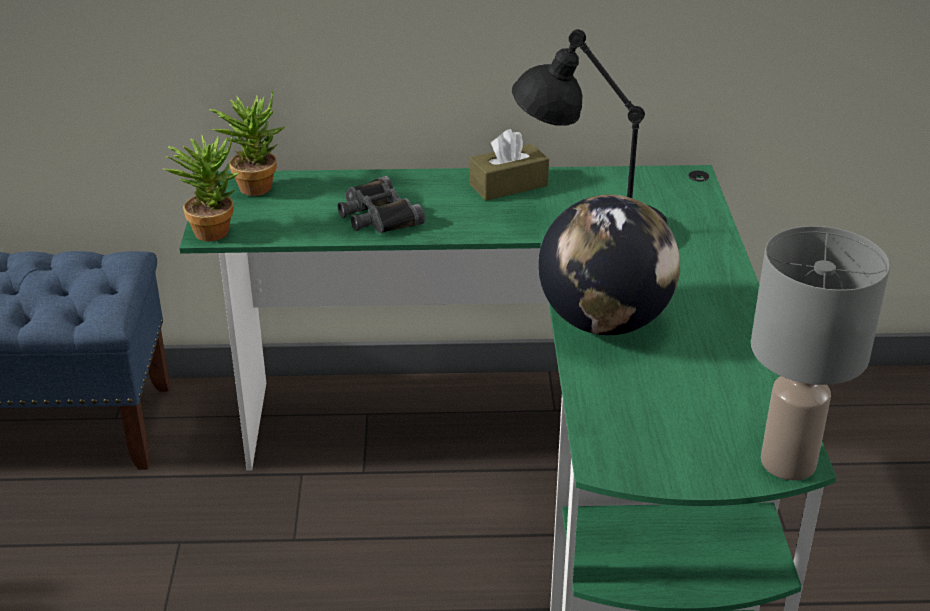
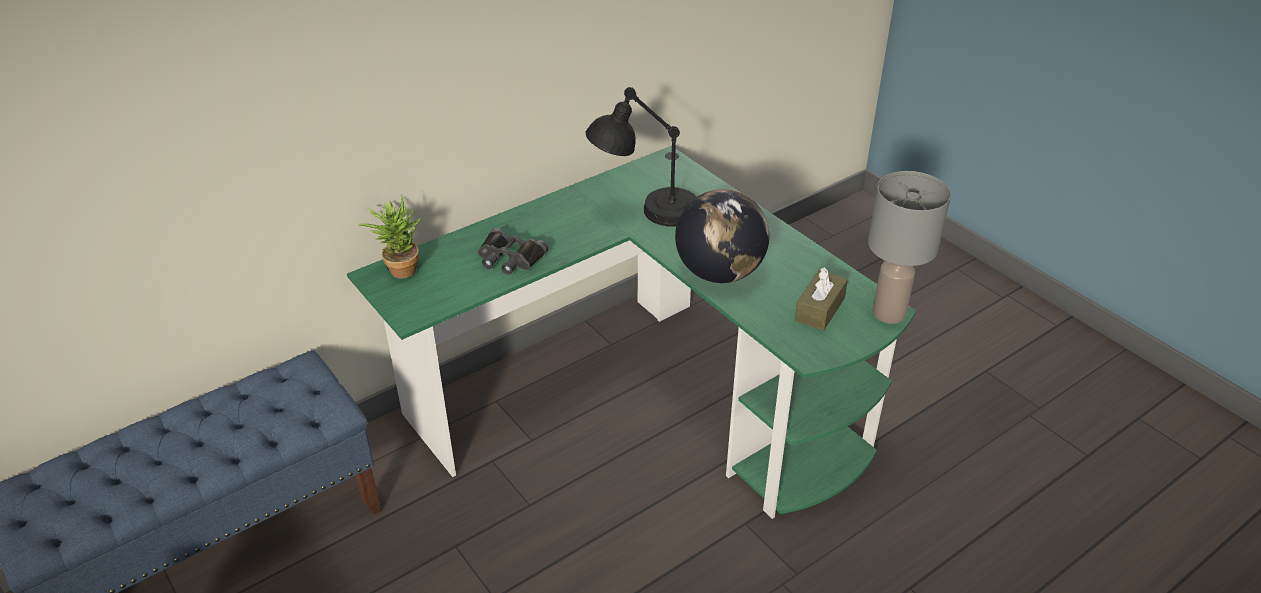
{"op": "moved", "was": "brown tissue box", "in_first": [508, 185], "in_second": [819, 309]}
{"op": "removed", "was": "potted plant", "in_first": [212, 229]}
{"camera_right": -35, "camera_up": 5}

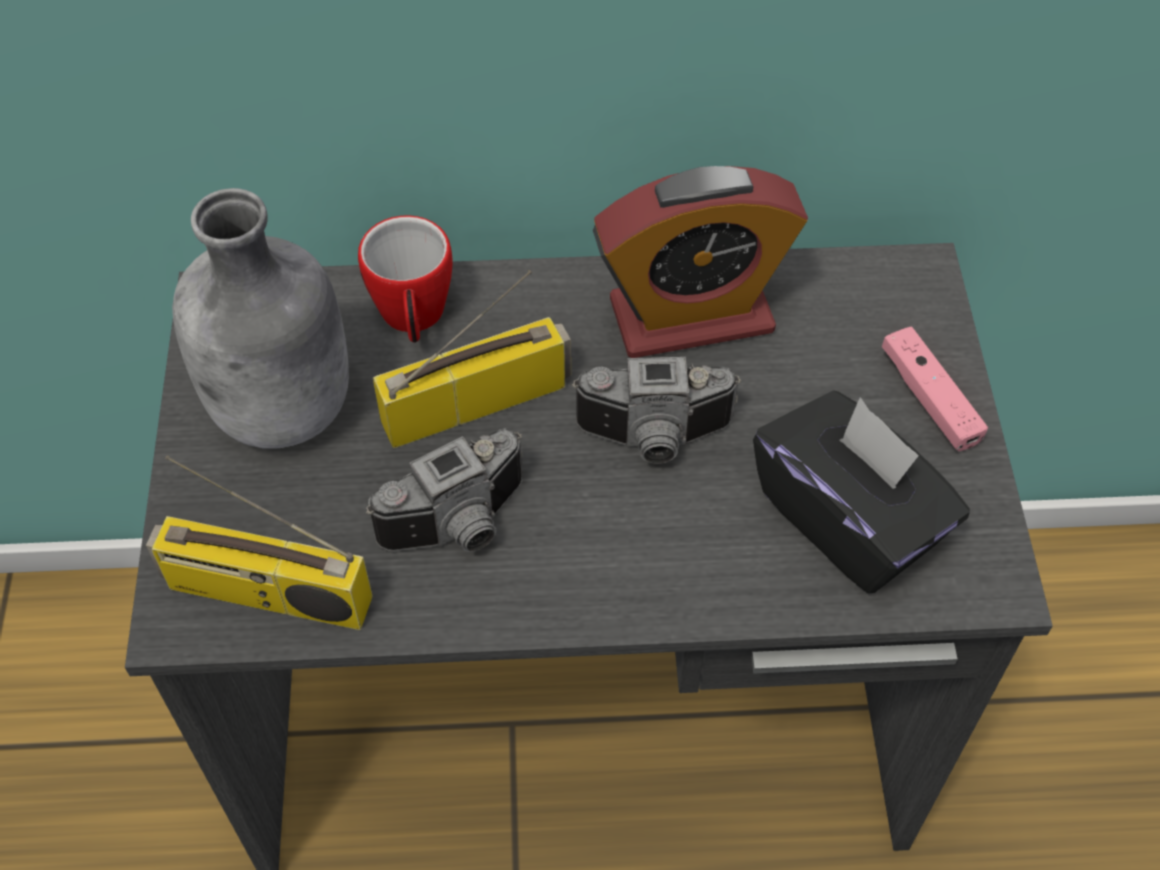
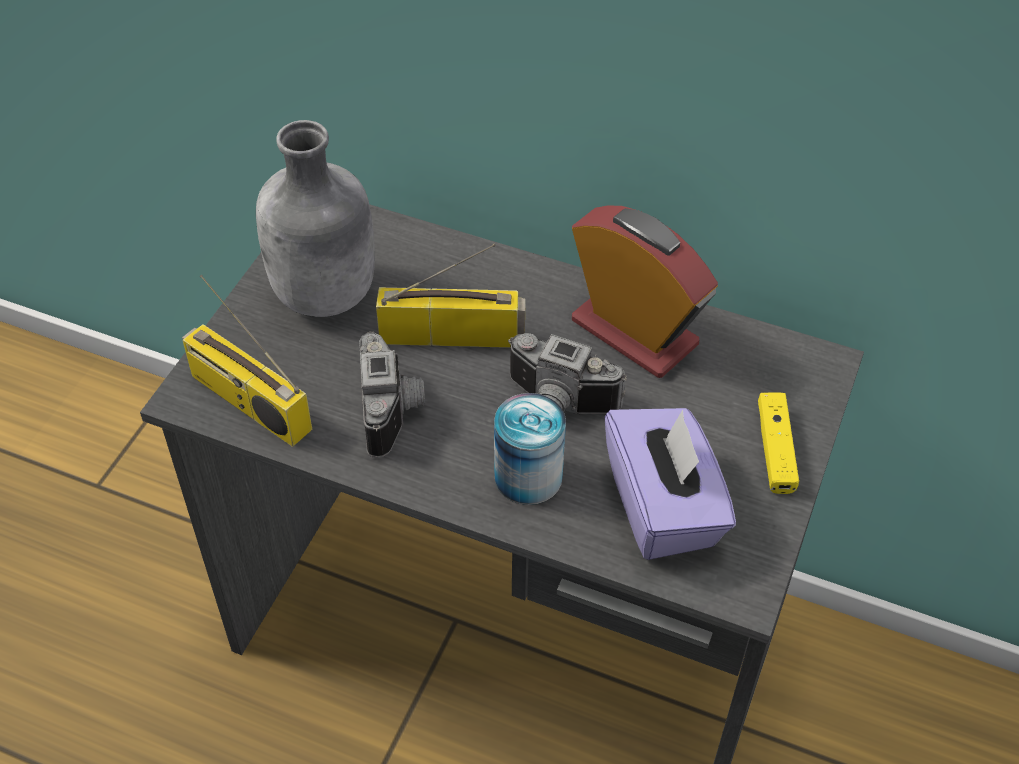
{"op": "turned", "was": "alarm clock", "in_first": [691, 316], "in_second": [634, 333], "clockwise": -150}
{"op": "removed", "was": "mug", "in_first": [413, 320]}
{"op": "recoloured", "was": "pink game controller", "now": "yellow game controller", "in_first": [929, 398], "in_second": [775, 450]}
{"op": "recoloured", "was": "black tissue box", "now": "purple tissue box", "in_first": [849, 519], "in_second": [663, 507]}
{"op": "turned", "was": "photo camera", "in_first": [462, 527], "in_second": [395, 410], "clockwise": -90}
{"op": "added", "now": "can", "in_second": [528, 476]}
{"camera_right": 25, "camera_up": -5}

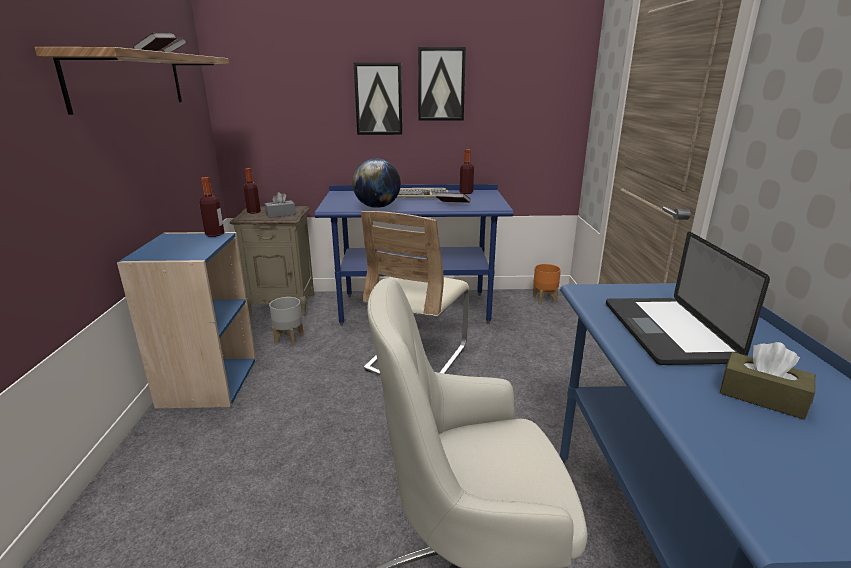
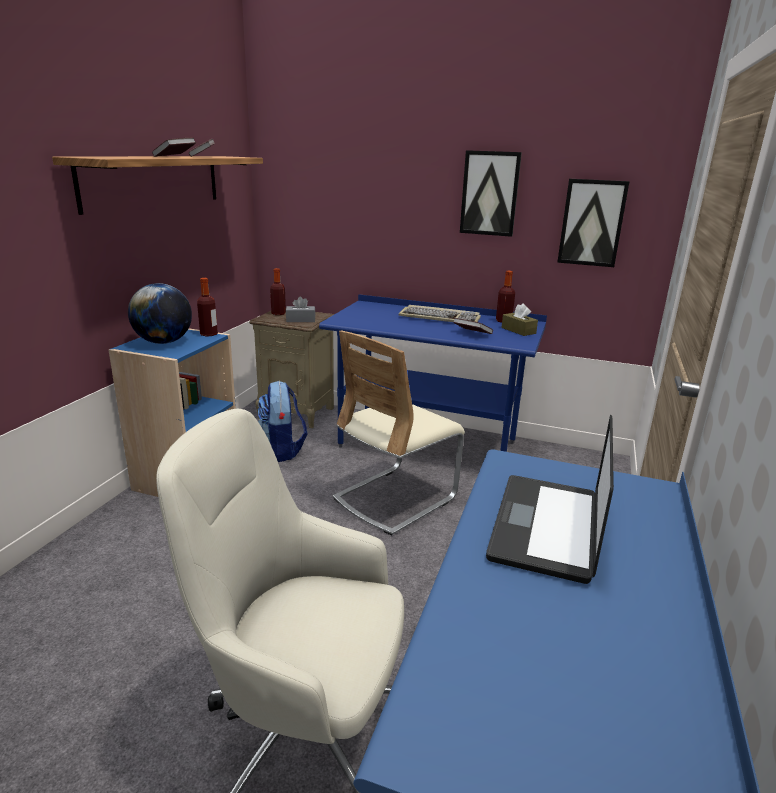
{"op": "moved", "was": "picture", "in_first": [378, 99], "in_second": [592, 223]}
{"op": "moved", "was": "globe", "in_first": [377, 207], "in_second": [164, 342]}
{"op": "removed", "was": "orange planter", "in_first": [544, 299]}
{"op": "replaced", "was": "grey planter", "now": "backpack", "in_first": [289, 339], "in_second": [282, 450]}
{"op": "moved", "was": "brown tissue box", "in_first": [762, 397], "in_second": [518, 330]}
{"camera_right": 20, "camera_up": 0}

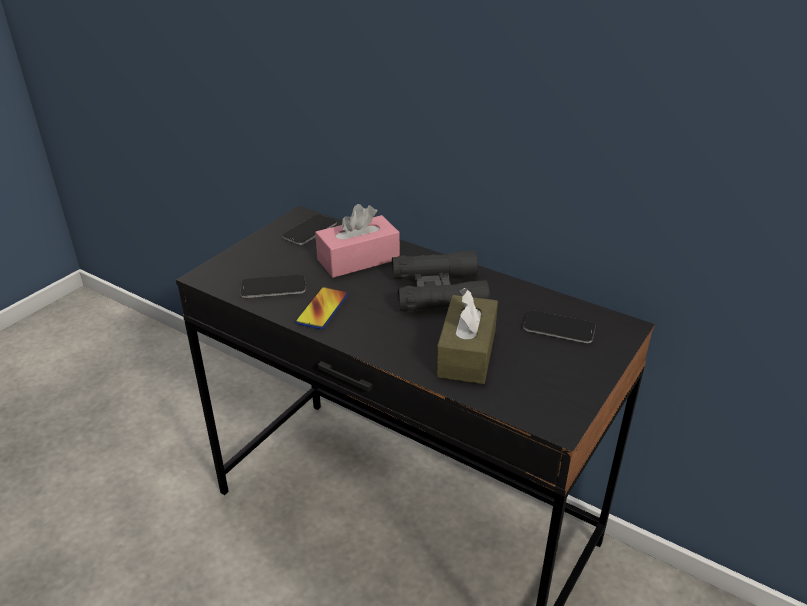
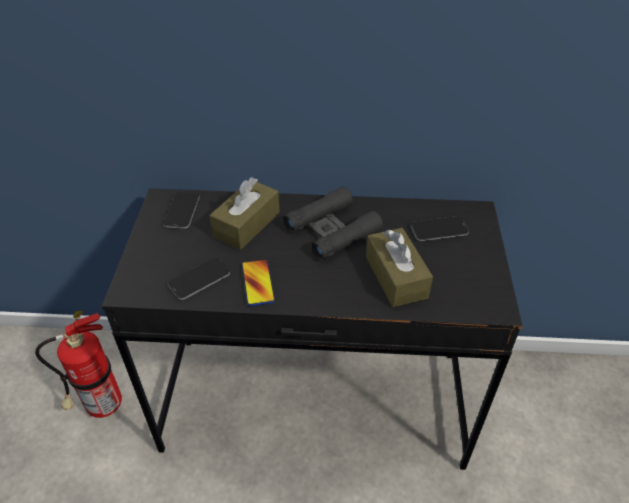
{"op": "recoloured", "was": "pink tissue box", "now": "brown tissue box", "in_first": [358, 259], "in_second": [246, 224]}
{"op": "added", "now": "fire extinguisher", "in_second": [100, 407]}
{"camera_right": -30, "camera_up": 10}

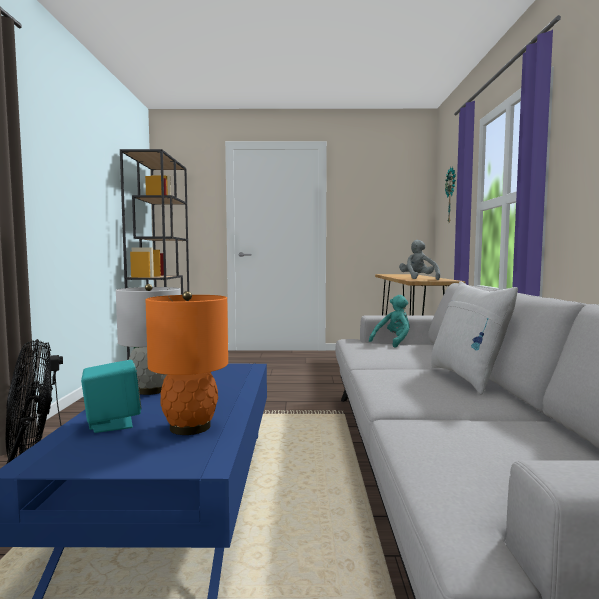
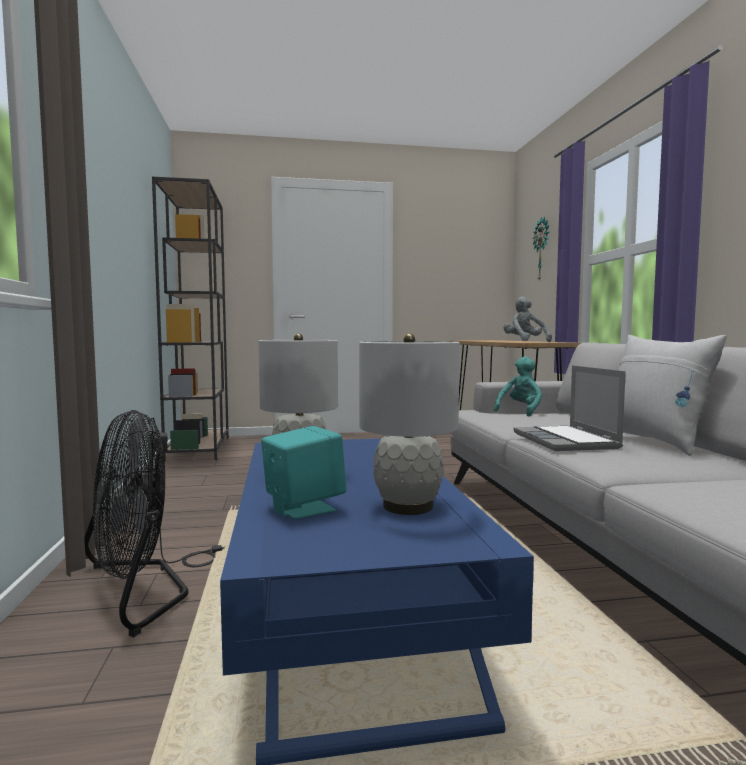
{"op": "recoloured", "was": "orange table lamp", "now": "white table lamp", "in_first": [190, 427], "in_second": [408, 506]}
{"op": "added", "now": "laptop", "in_second": [566, 441]}
{"camera_right": -10, "camera_up": 0}

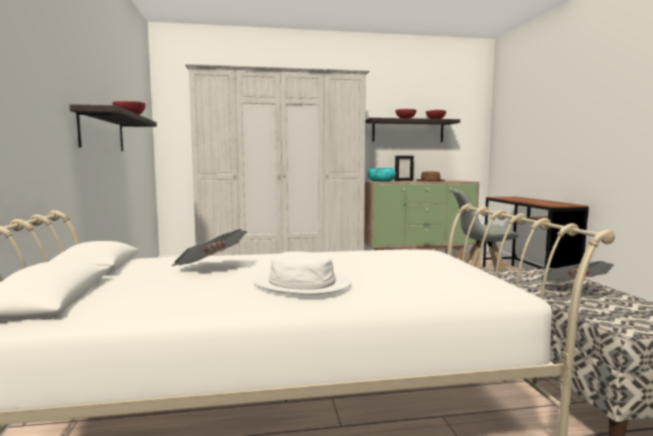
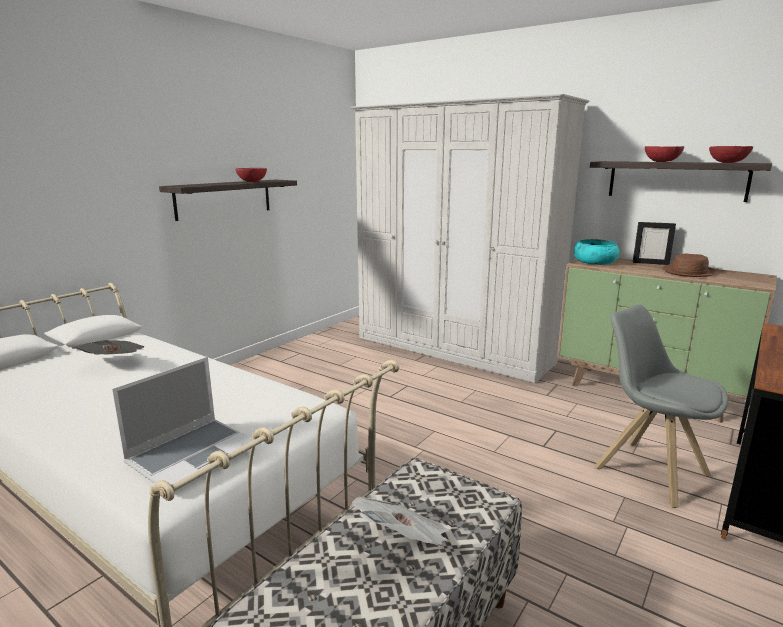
{"op": "removed", "was": "white hat", "in_first": [302, 283]}
{"op": "added", "now": "laptop", "in_second": [193, 454]}
{"camera_right": 45, "camera_up": 10}

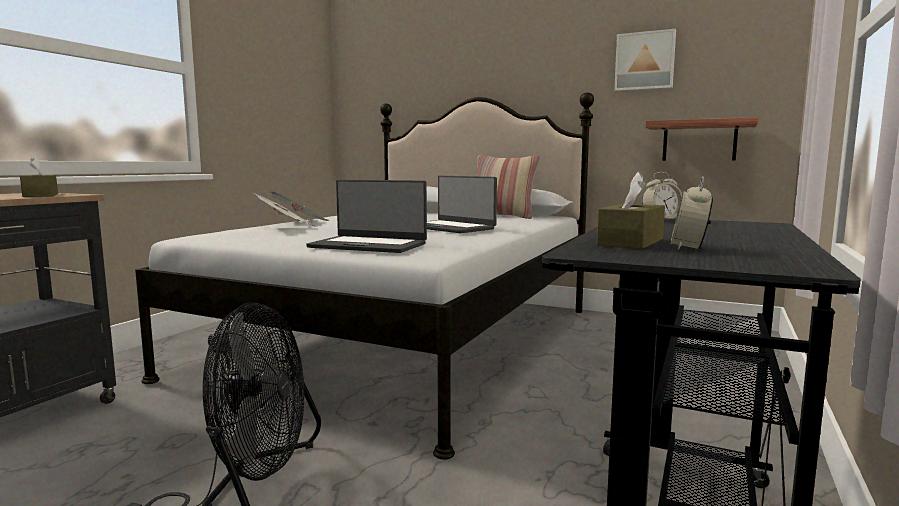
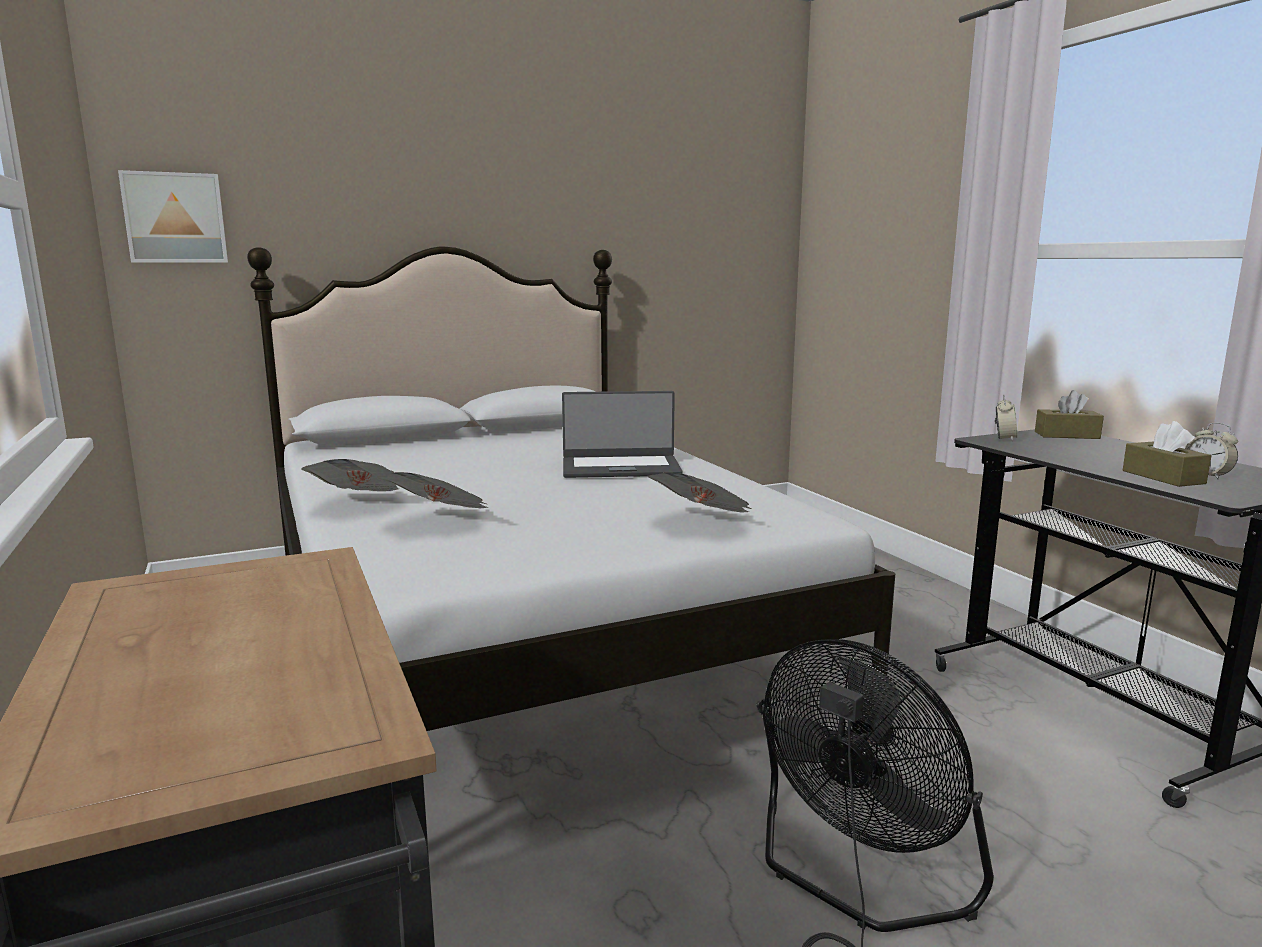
{"op": "moved", "was": "picture", "in_first": [644, 61], "in_second": [175, 218]}
{"op": "removed", "was": "shelf", "in_first": [699, 141]}
{"op": "moved", "was": "brown tissue box", "in_first": [41, 195], "in_second": [1066, 435]}
{"op": "removed", "was": "pillow", "in_first": [503, 216]}
{"op": "replaced", "was": "laptop", "now": "newspaper", "in_first": [368, 245], "in_second": [704, 522]}
{"camera_right": -50, "camera_up": 5}

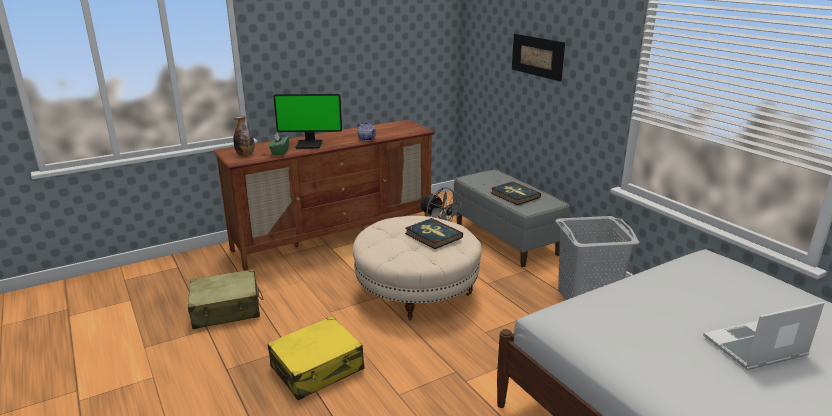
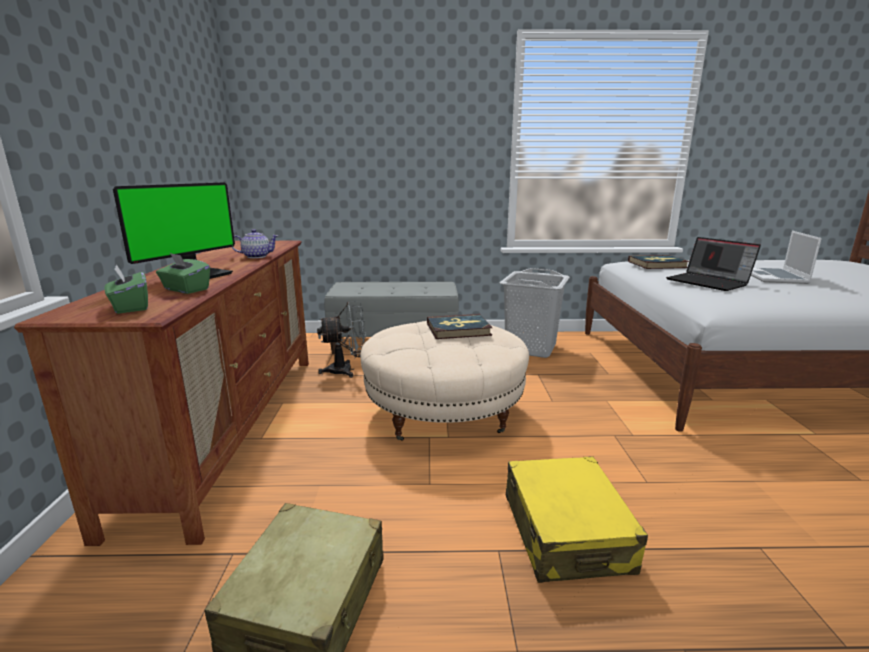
{"op": "removed", "was": "picture", "in_first": [537, 56]}
{"op": "replaced", "was": "bottle", "now": "green tissue box", "in_first": [245, 154], "in_second": [130, 307]}
{"op": "moved", "was": "book", "in_first": [514, 195], "in_second": [657, 264]}
{"op": "added", "now": "laptop", "in_second": [709, 282]}
{"camera_right": -60, "camera_up": -5}

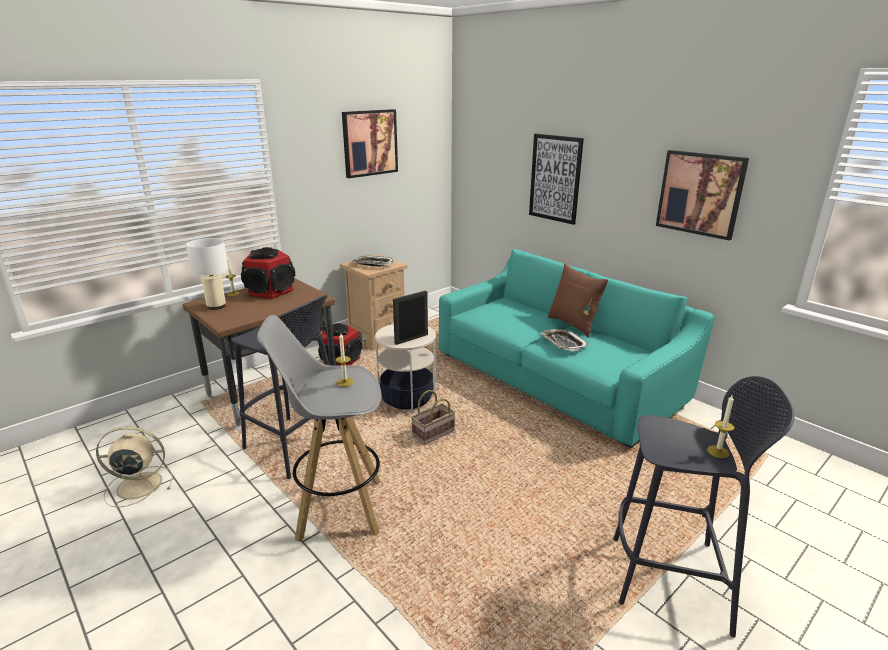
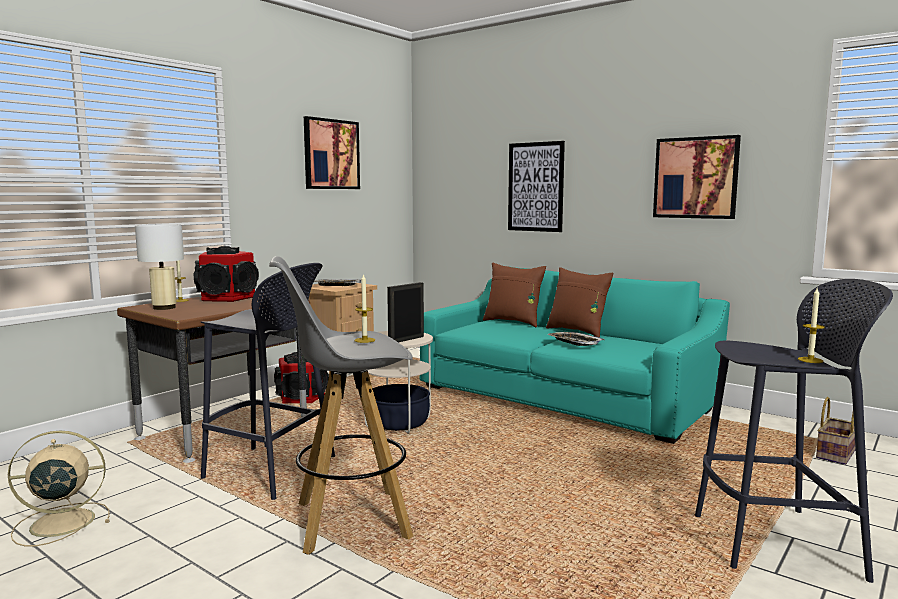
{"op": "moved", "was": "basket", "in_first": [433, 434], "in_second": [836, 455]}
{"op": "added", "now": "brown pillow", "in_second": [513, 322]}
{"camera_right": -10, "camera_up": -15}

